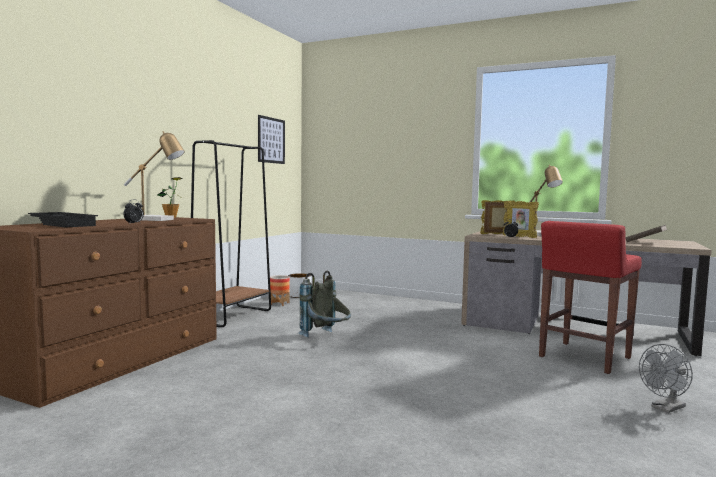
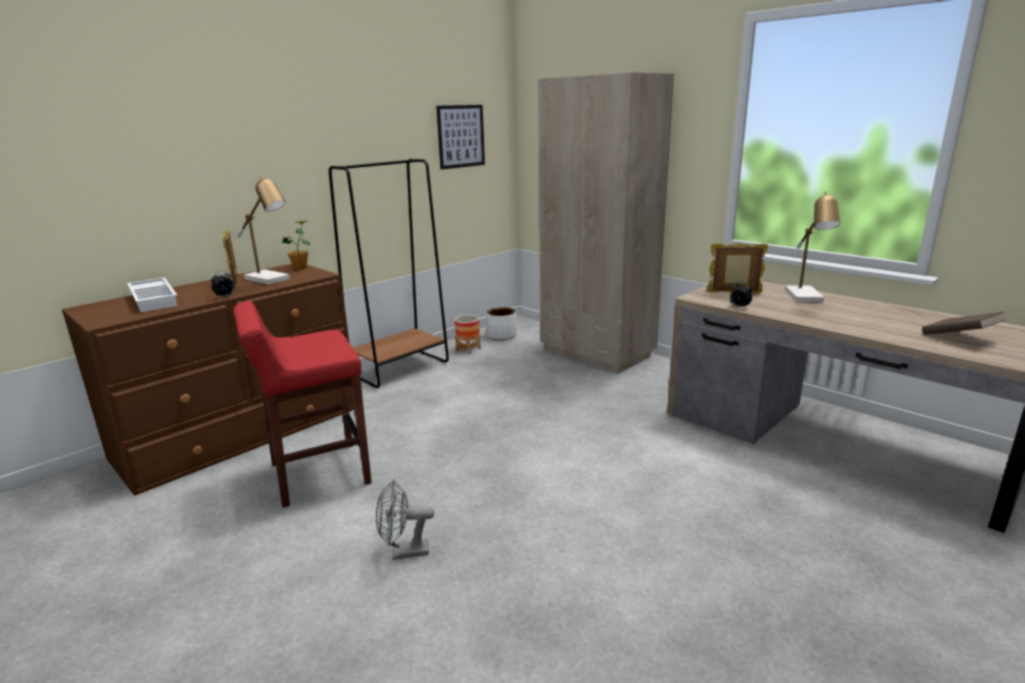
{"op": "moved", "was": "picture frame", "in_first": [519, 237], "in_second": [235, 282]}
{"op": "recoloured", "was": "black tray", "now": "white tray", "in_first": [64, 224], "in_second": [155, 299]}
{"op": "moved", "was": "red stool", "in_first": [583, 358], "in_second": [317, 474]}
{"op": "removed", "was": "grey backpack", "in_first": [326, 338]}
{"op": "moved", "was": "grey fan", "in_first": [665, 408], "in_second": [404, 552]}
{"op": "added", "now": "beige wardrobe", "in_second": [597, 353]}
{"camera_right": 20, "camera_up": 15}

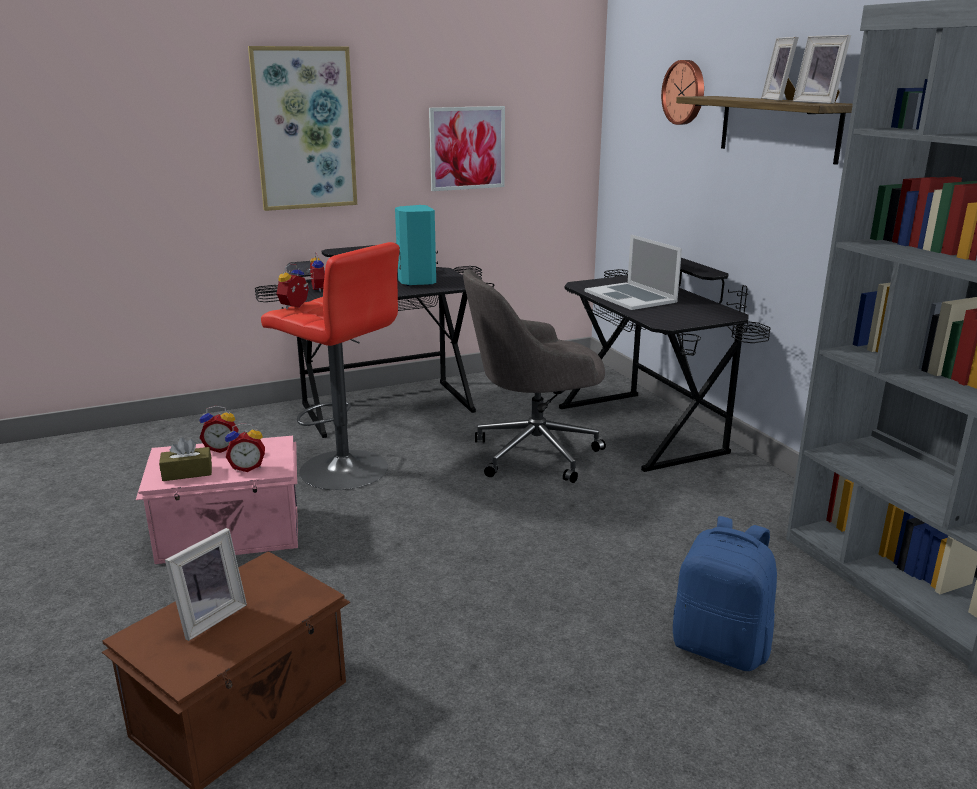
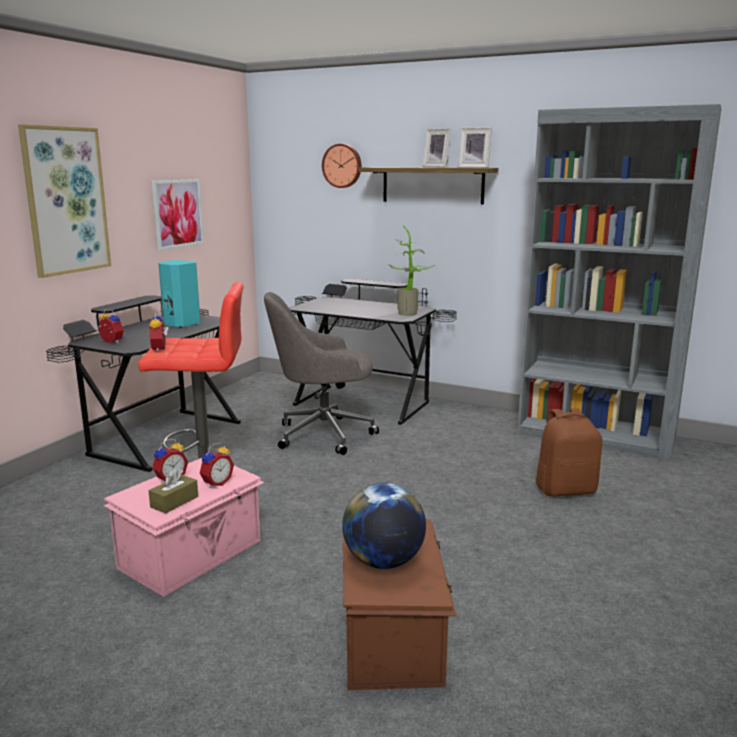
{"op": "removed", "was": "laptop", "in_first": [630, 296]}
{"op": "turned", "was": "grey office chair", "in_first": [534, 455], "in_second": [323, 435], "clockwise": 45}
{"op": "recoloured", "was": "blue backpack", "now": "brown backpack", "in_first": [721, 647], "in_second": [565, 489]}
{"op": "replaced", "was": "picture frame", "now": "globe", "in_first": [208, 617], "in_second": [383, 562]}
{"op": "added", "now": "potted plant", "in_second": [410, 313]}
{"camera_right": -40, "camera_up": -5}

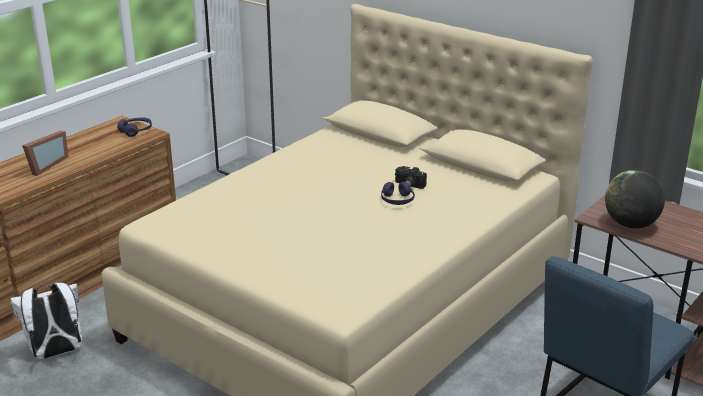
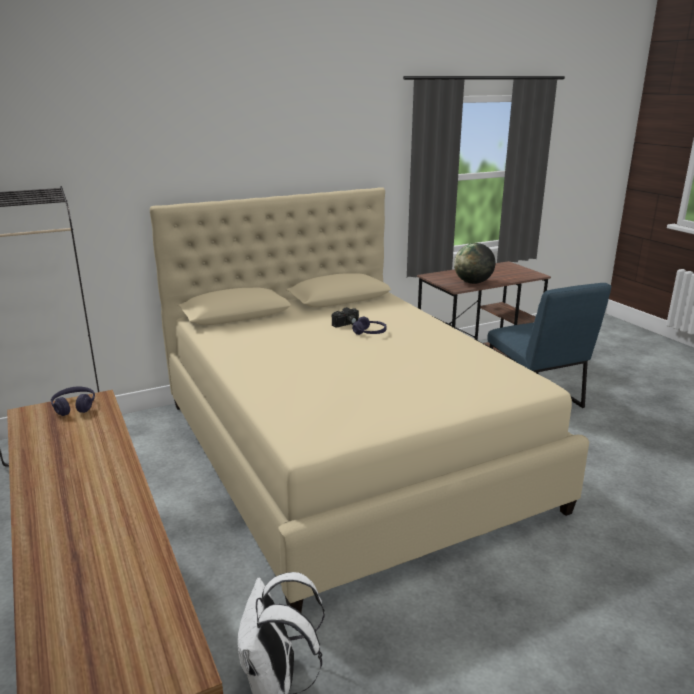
{"op": "removed", "was": "picture frame", "in_first": [44, 165]}
{"camera_right": -65, "camera_up": -5}

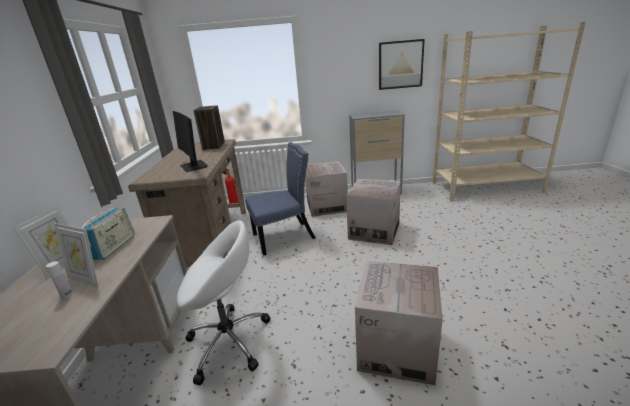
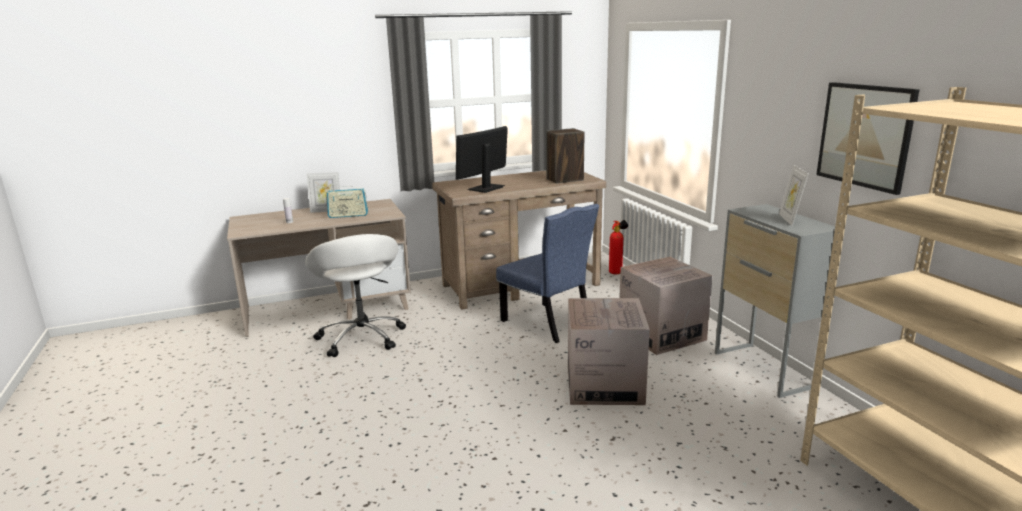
{"op": "moved", "was": "picture frame", "in_first": [87, 279], "in_second": [789, 220]}
{"op": "removed", "was": "cardboard box", "in_first": [396, 347]}
{"camera_right": 70, "camera_up": -5}

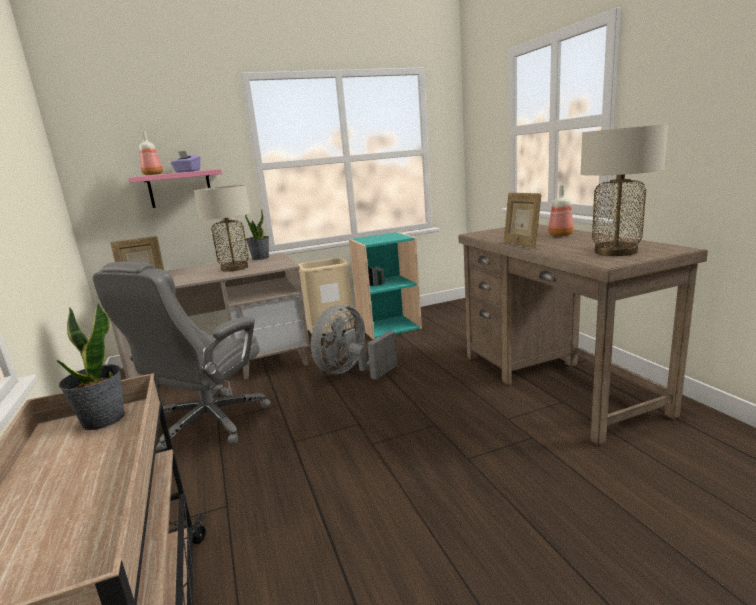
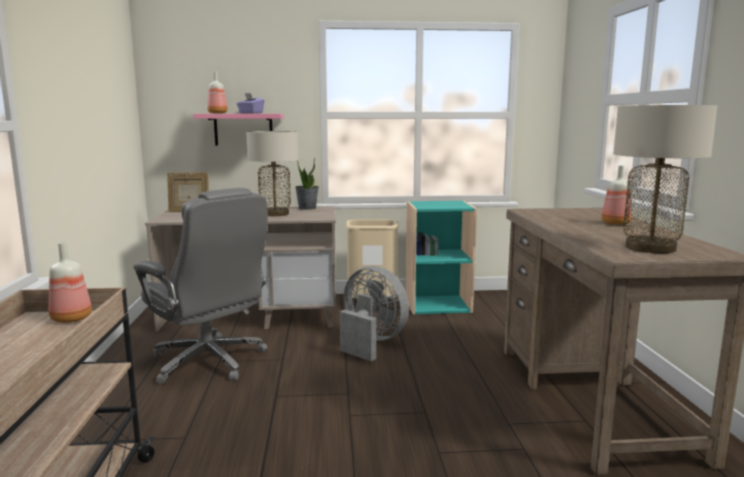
{"op": "removed", "was": "picture frame", "in_first": [521, 244]}
{"op": "turned", "was": "grey office chair", "in_first": [208, 423], "in_second": [209, 361], "clockwise": -90}
{"op": "replaced", "was": "potted plant", "now": "bottle", "in_first": [103, 419], "in_second": [71, 318]}
{"op": "turned", "was": "grey fan", "in_first": [351, 372], "in_second": [371, 342], "clockwise": 75}
{"camera_right": 15, "camera_up": -5}

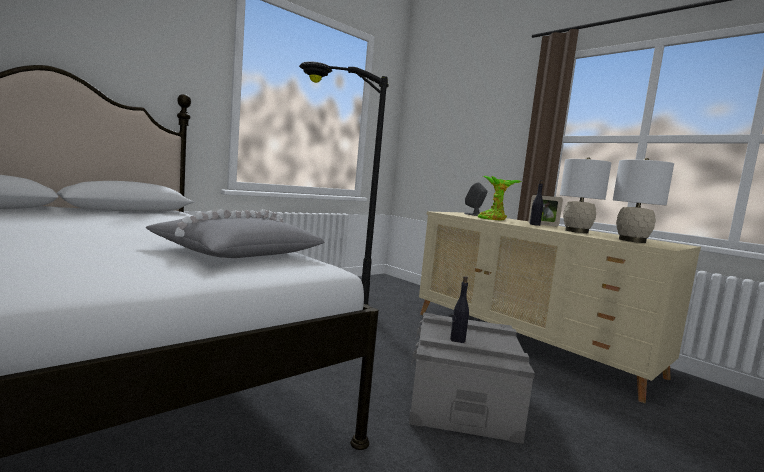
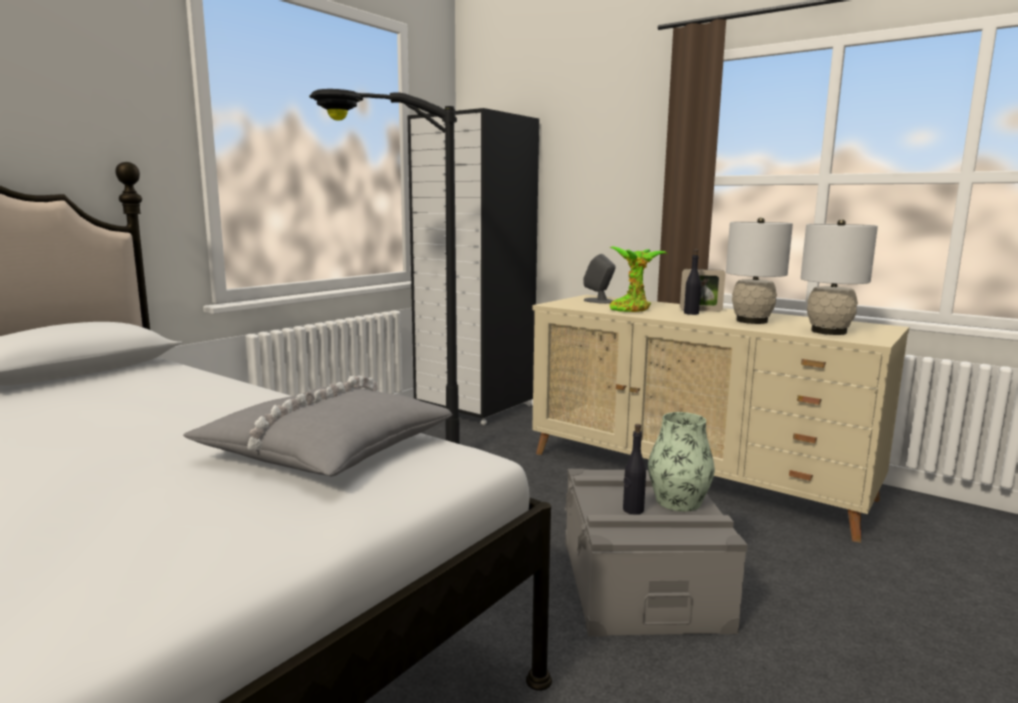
{"op": "added", "now": "wardrobe", "in_second": [475, 407]}
{"op": "added", "now": "vase", "in_second": [678, 501]}
{"camera_right": -10, "camera_up": 5}

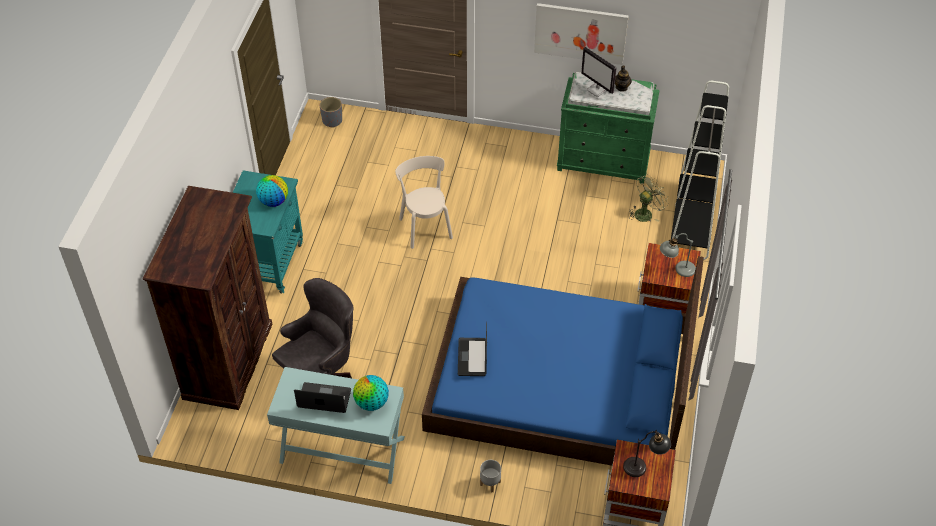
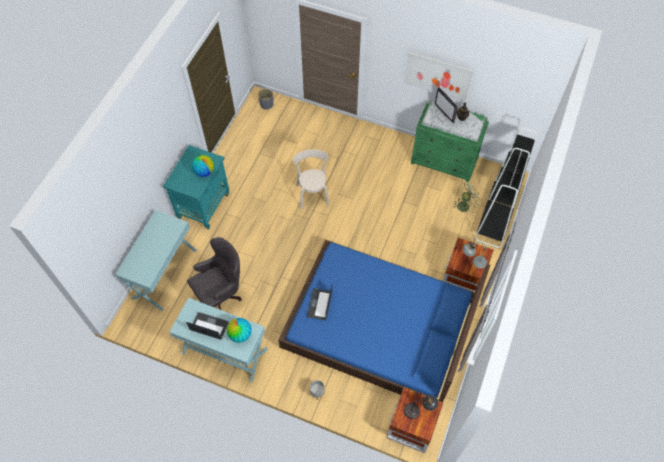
{"op": "replaced", "was": "brown wardrobe", "now": "turquoise desk", "in_first": [229, 361], "in_second": [164, 273]}
{"camera_right": 10, "camera_up": 10}

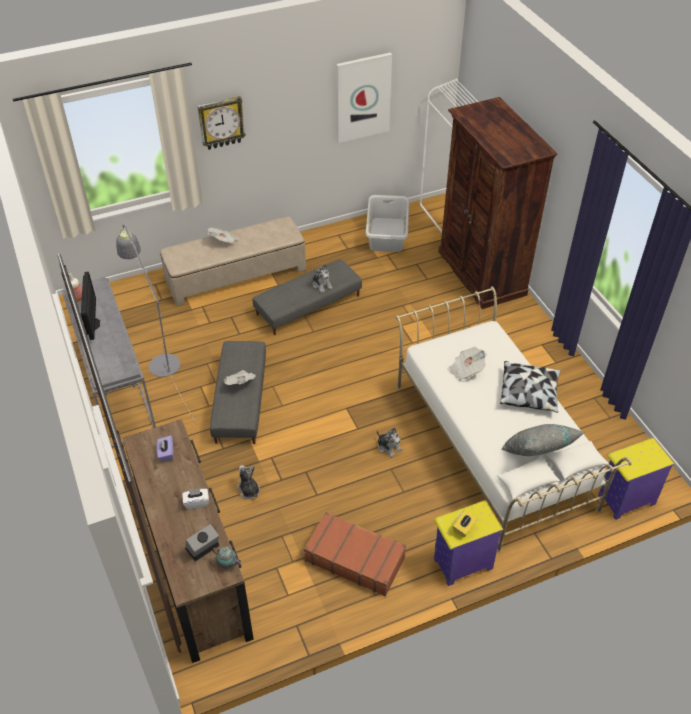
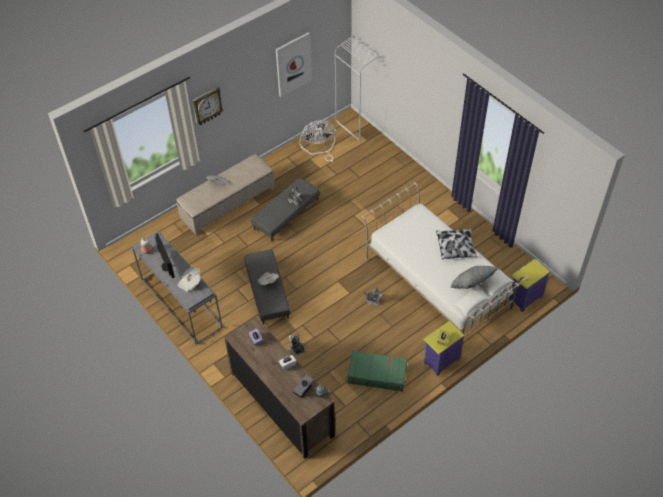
{"op": "removed", "was": "brown wardrobe", "in_first": [481, 273]}
{"op": "replaced", "was": "grey laundry basket", "now": "white fan", "in_first": [386, 235], "in_second": [320, 149]}
{"op": "removed", "was": "grey floor lamp", "in_first": [161, 359]}
{"op": "moved", "was": "newspaper", "in_first": [466, 370], "in_second": [189, 283]}
{"op": "recoloured", "was": "brown suitcase", "now": "green suitcase", "in_first": [354, 558], "in_second": [377, 374]}
{"camera_right": -15, "camera_up": 5}

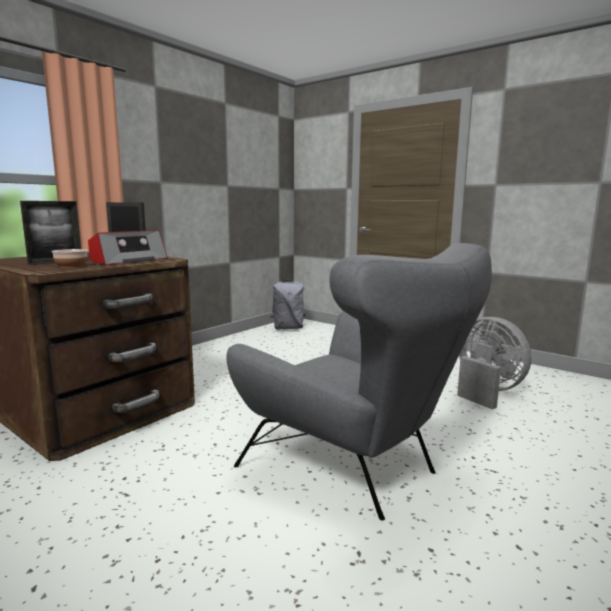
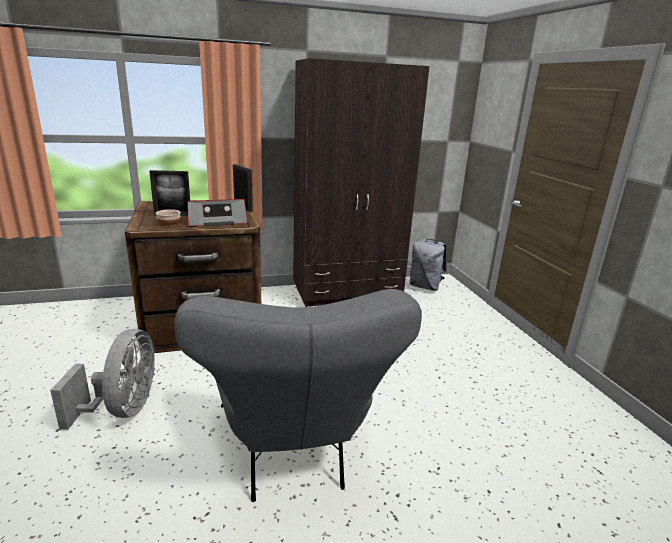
{"op": "moved", "was": "grey fan", "in_first": [486, 391], "in_second": [123, 409]}
{"op": "added", "now": "brown wardrobe", "in_second": [347, 293]}
{"camera_right": 35, "camera_up": 10}

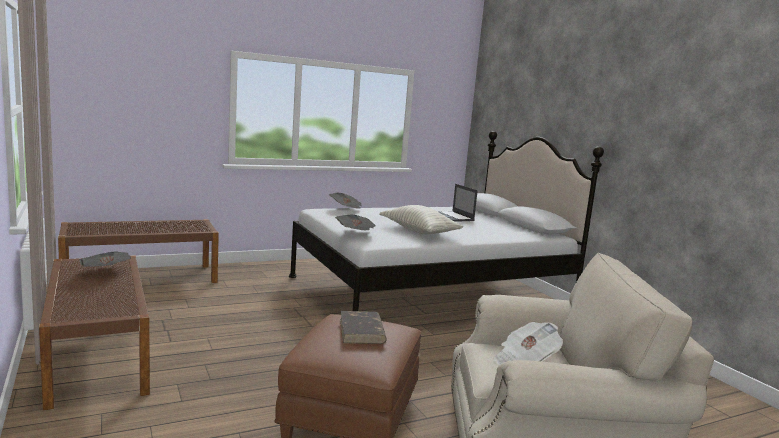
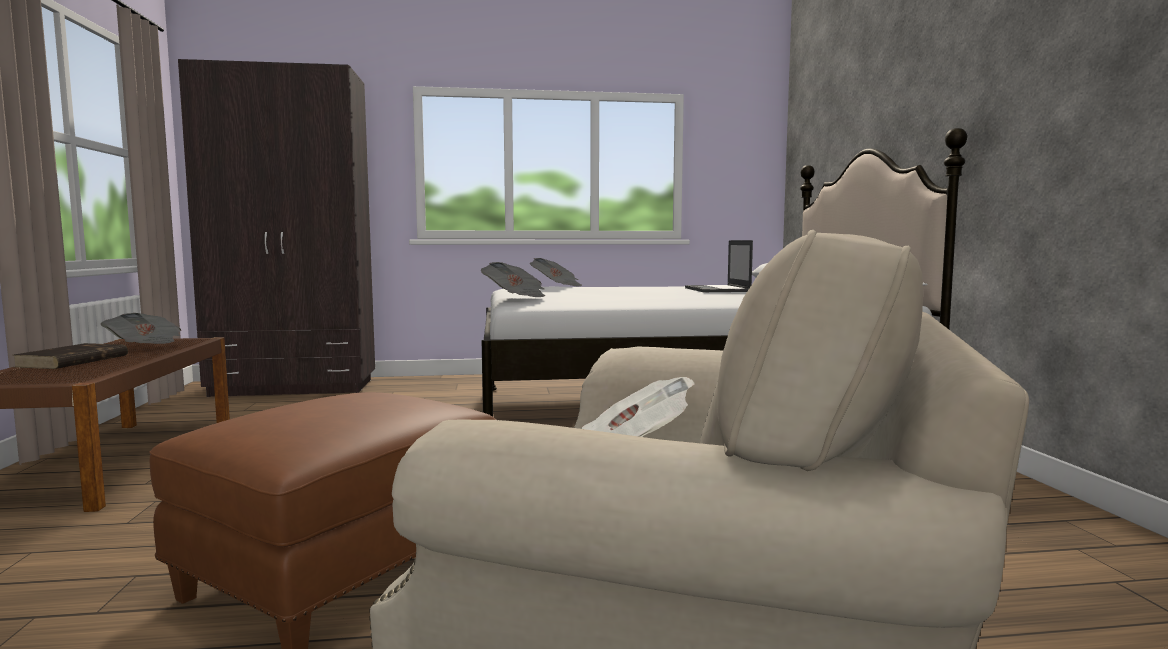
{"op": "removed", "was": "pillow", "in_first": [419, 231]}
{"op": "replaced", "was": "brown bench", "now": "brown wardrobe", "in_first": [141, 278], "in_second": [295, 387]}
{"op": "moved", "was": "brown book", "in_first": [362, 331], "in_second": [72, 361]}
{"camera_right": 20, "camera_up": -5}

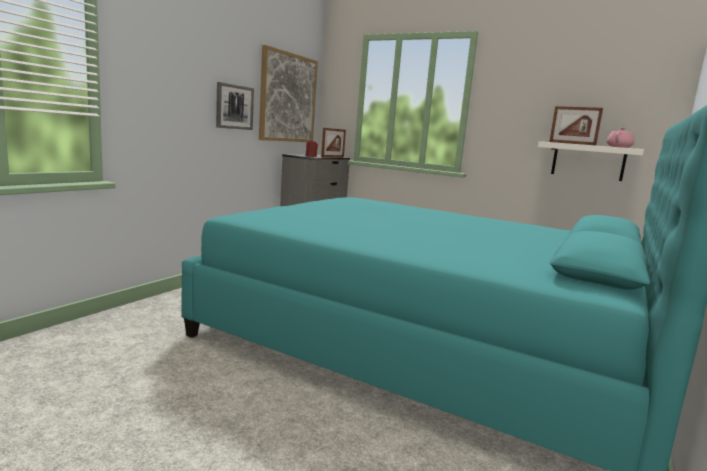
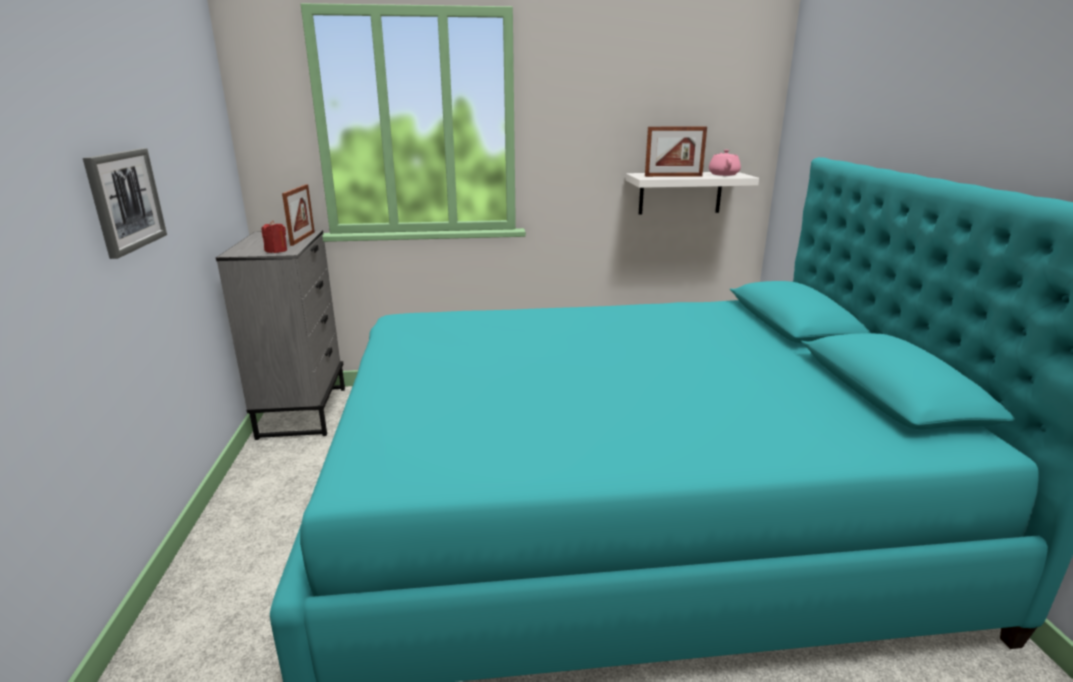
{"op": "removed", "was": "picture", "in_first": [288, 98]}
{"camera_right": -35, "camera_up": 10}

